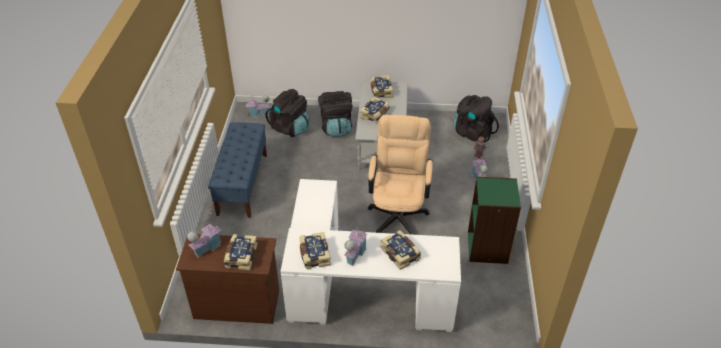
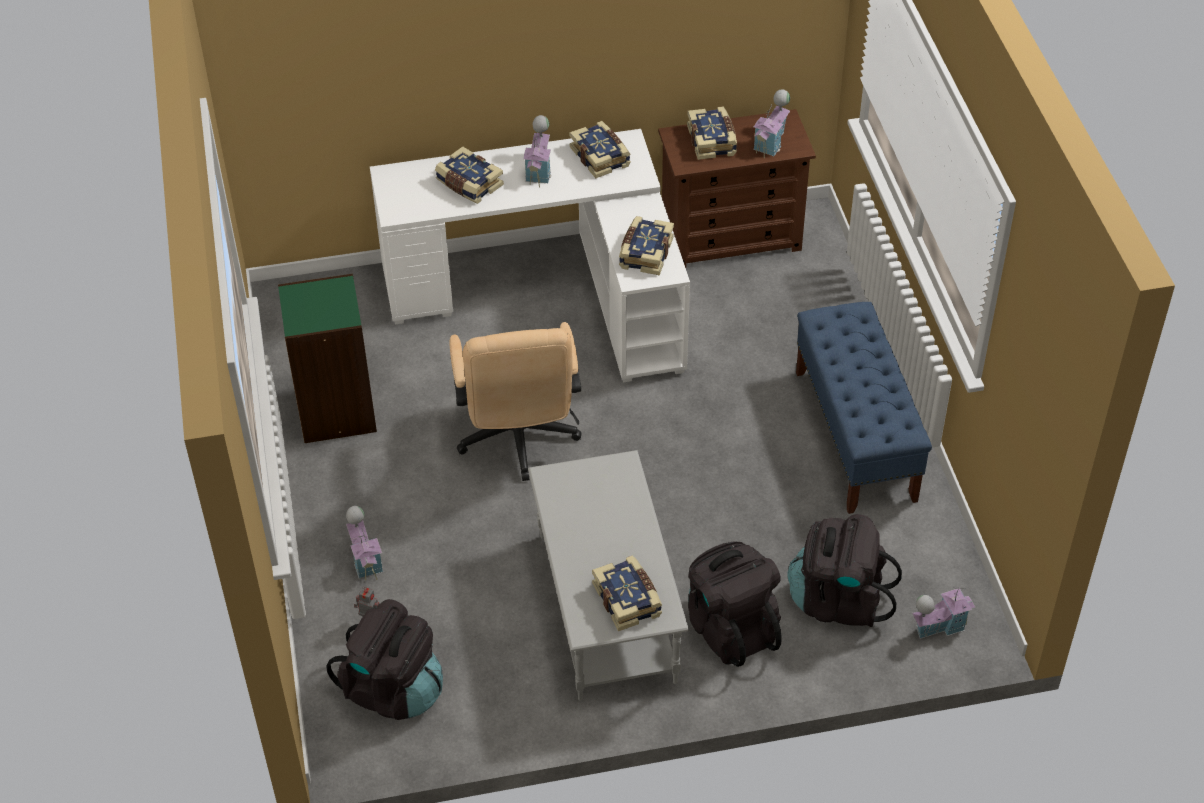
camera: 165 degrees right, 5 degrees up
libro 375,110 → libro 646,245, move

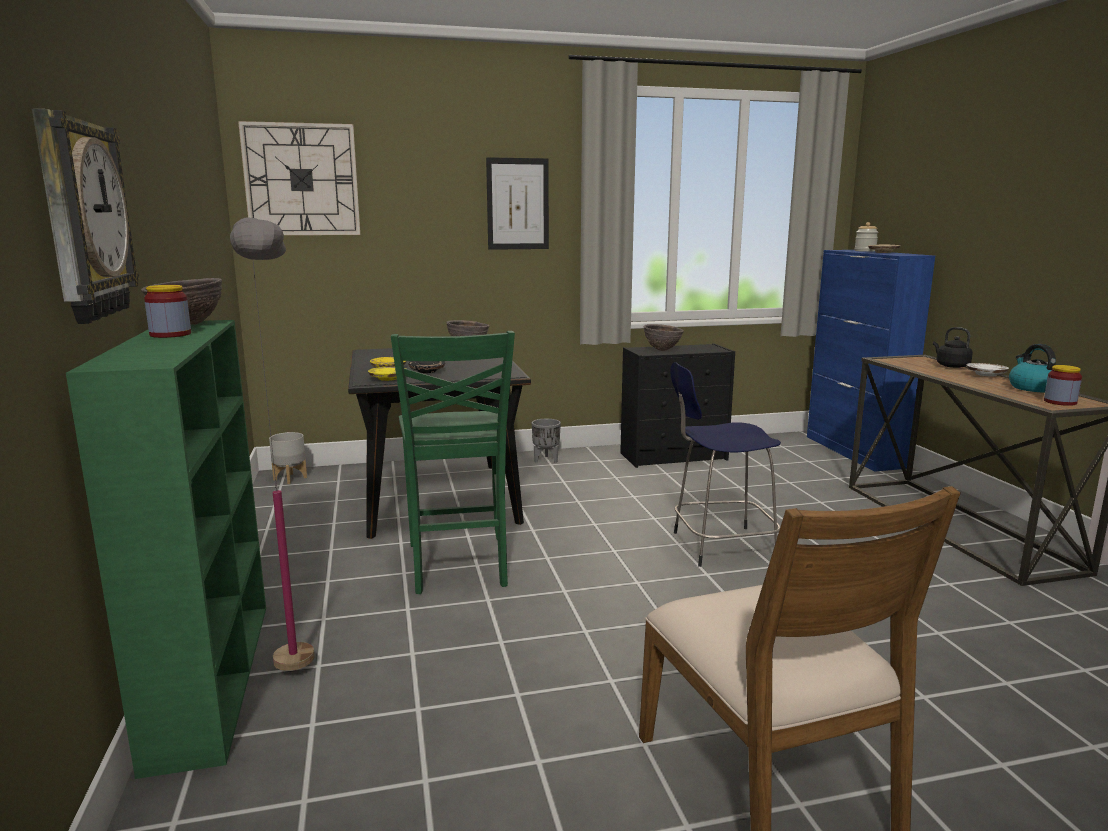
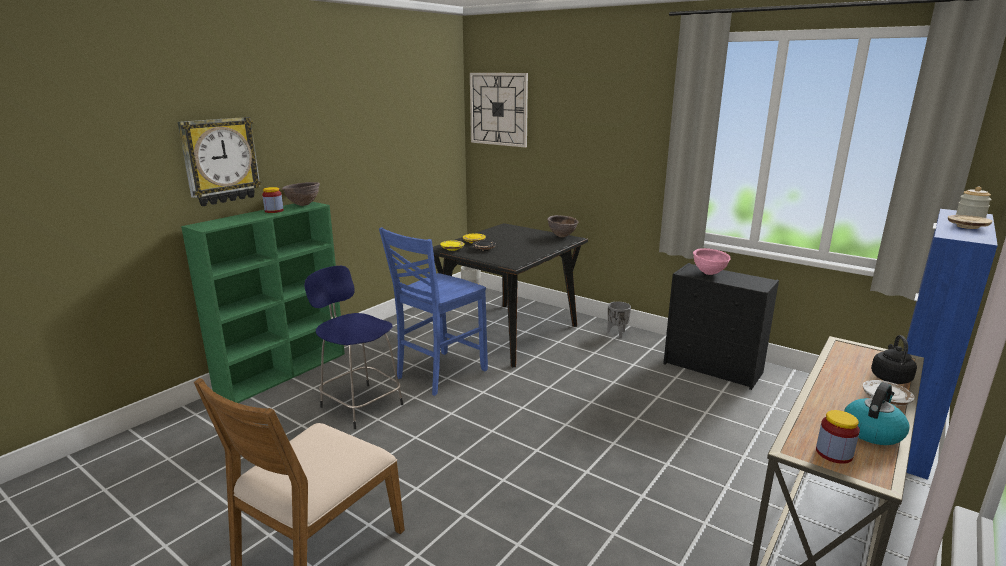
camera: 50 degrees right, 5 degrees up
taburete [azul] 725,464 → taburete [azul] 353,347, move
silla [verde] 453,462 → silla [azul] 433,311
cuenco [marrón] 663,337 → cuenco [rosa] 712,261
lámpara de pie [gris] 272,444 → -
cuadro 517,203 → -

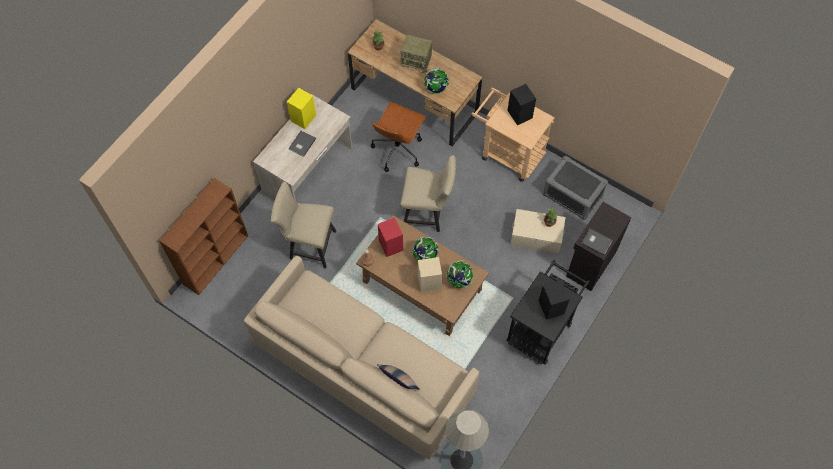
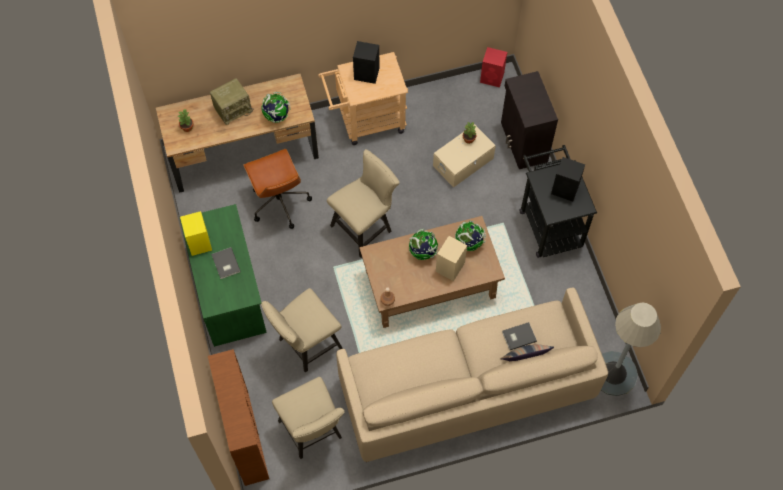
camera: 50 degrees left, 0 degrees up
escritorio [beis] 302,148 → escritorio [verde] 223,275
- → silla [beis] 308,418
altavoz [rojo] 390,237 → altavoz [rojo] 493,67, move
libro [gris] 597,242 → libro [gris] 519,336, move
caja de almacenaje [gris] 575,188 → -

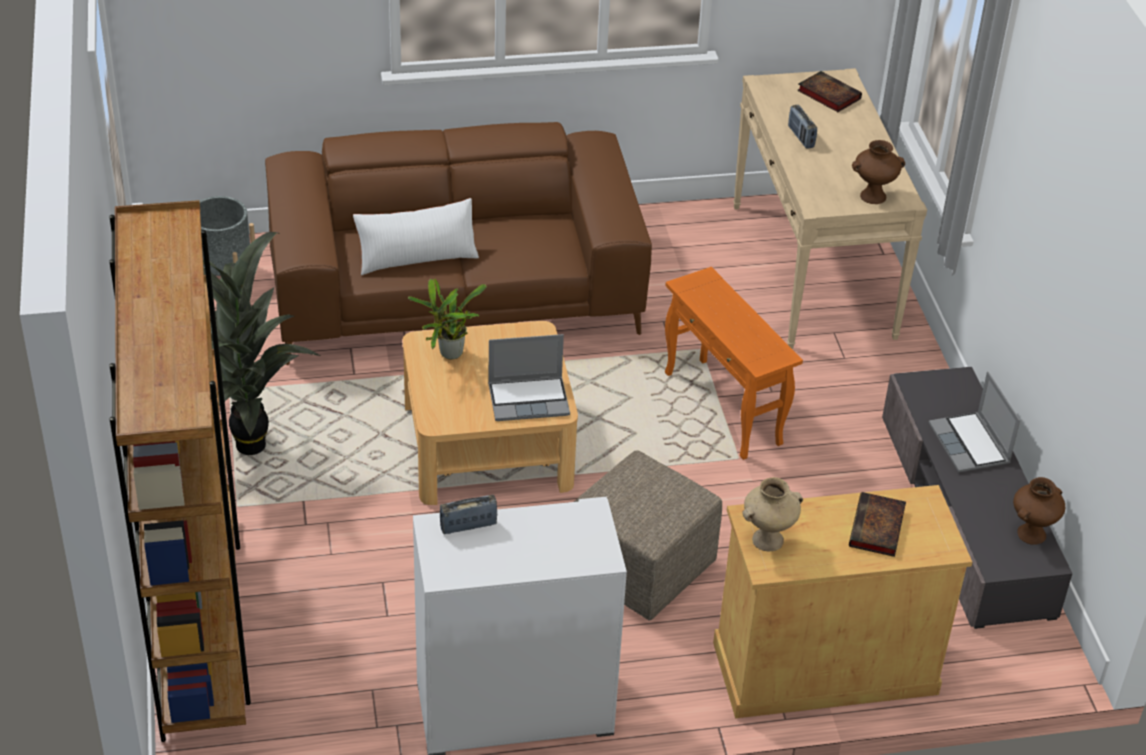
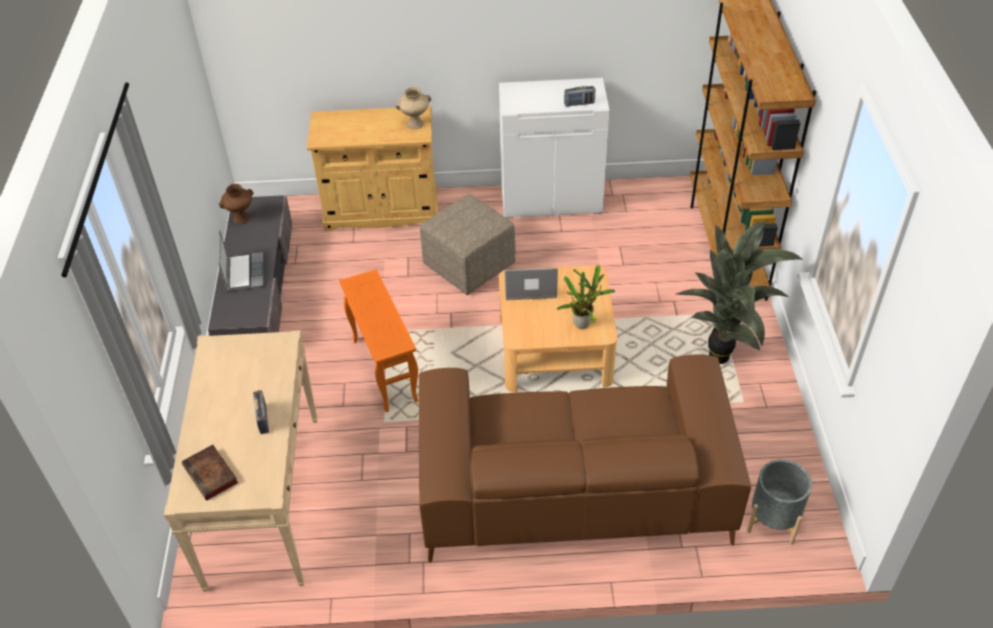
camera: 170 degrees left, 5 degrees up
cojín [blanco] 416,236 → -
libro 877,524 → -
florero [marrón] 878,172 → -

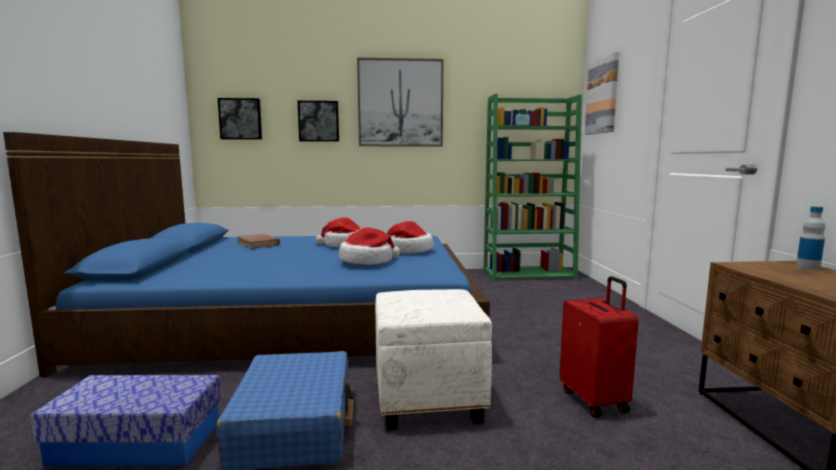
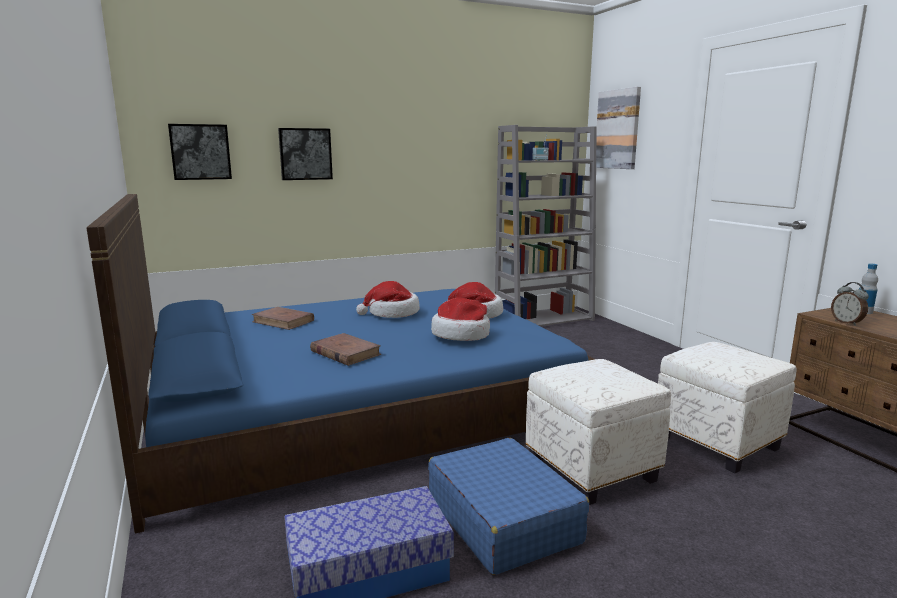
camera: 20 degrees left, 5 degrees up
- → libro [marrón] 345,349
estantería [verde] 533,187 → estantería [gris] 546,225
maleta [rojo] 599,347 → puf [blanco] 727,407
- → despertador 850,304
cuadro 400,102 → -

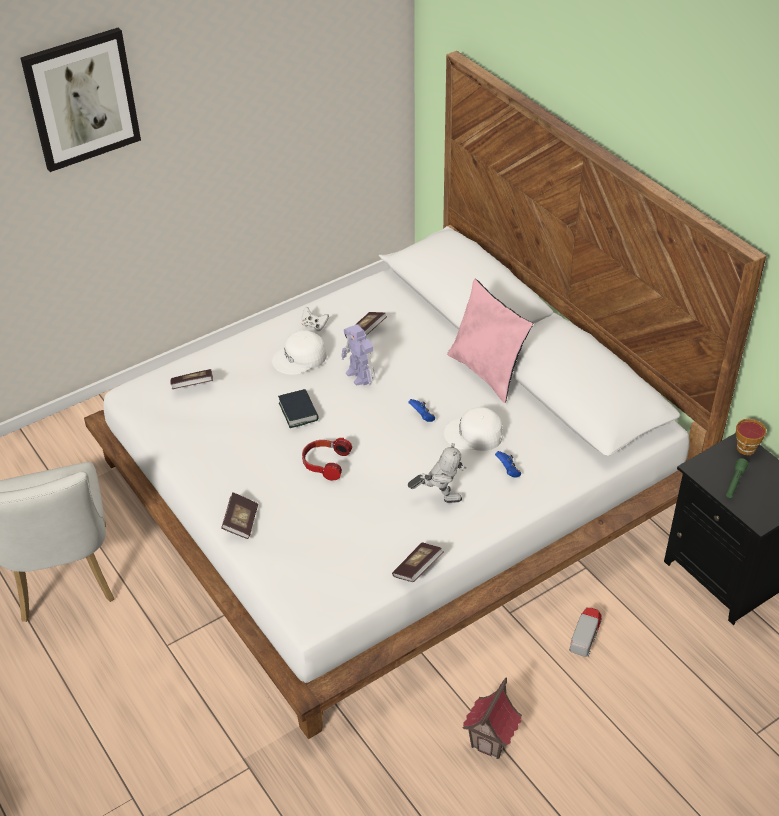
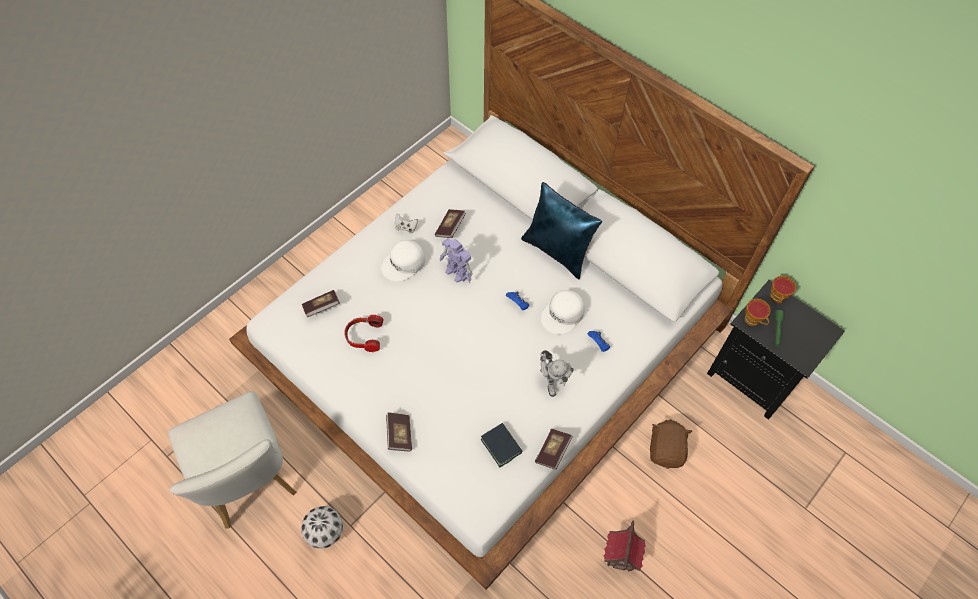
camera: 15 degrees left, 15 degrees up
- → balón de fútbol 322,527
auriculares 327,459 → auriculares 364,333, move
libro 298,408 → libro 501,445, move
cojín [rosa] 490,341 → cojín [azul] 561,230
robot de juguete 437,473 → robot de juguete 557,373, 90 degrees clockwise
gorra [blanco] 473,429 → gorra [blanco] 563,312, 45 degrees counterclockwise
camión de juguete 585,632 → peluche [marrón] 671,444
- → taza 758,312
cuadro 81,100 → -

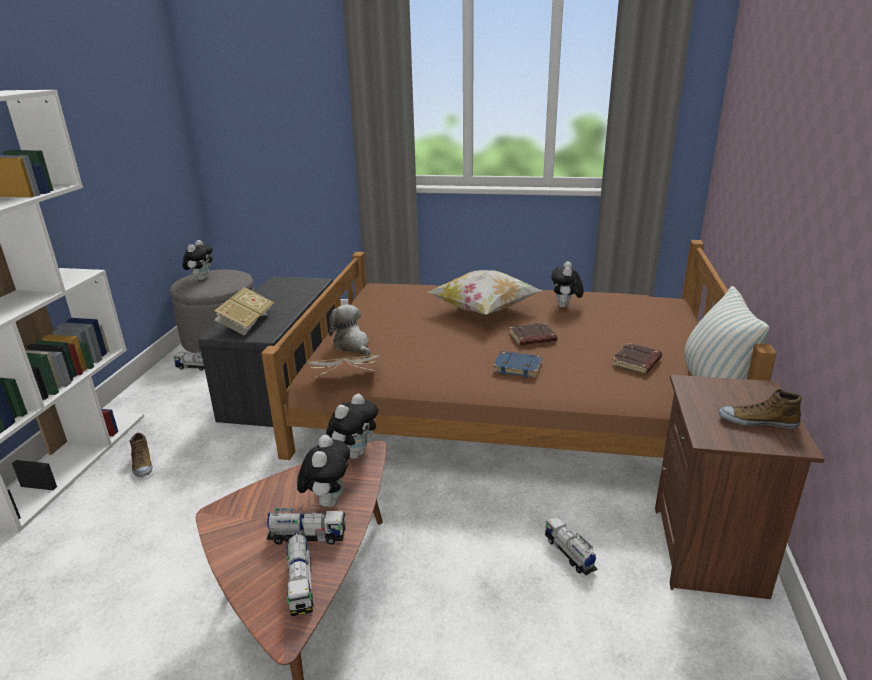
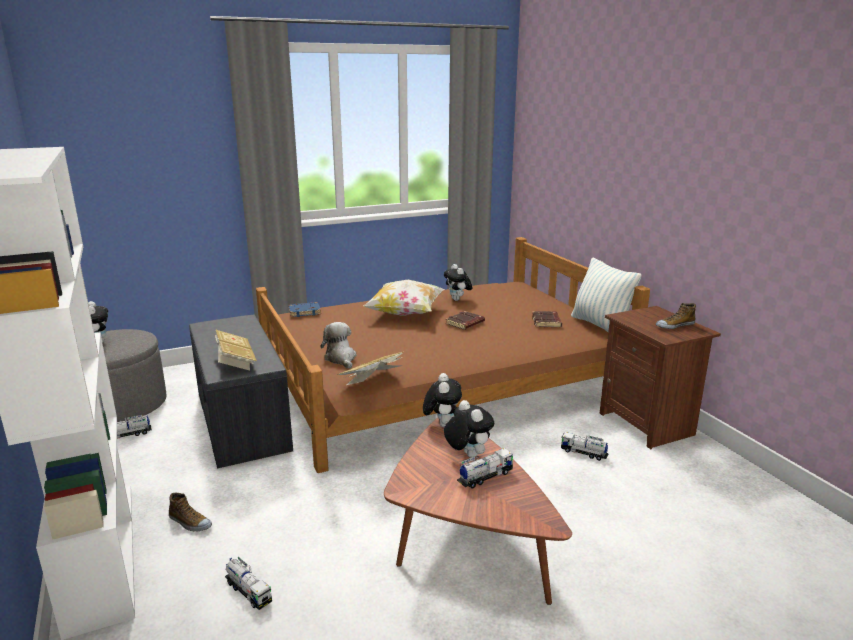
camera: 35 degrees left, 5 degrees down
camión de juguete 300,574 → camión de juguete 248,583, move
libro [azul] 517,364 → libro [azul] 305,309, move
peluche 349,330 → peluche 339,345, 45 degrees clockwise

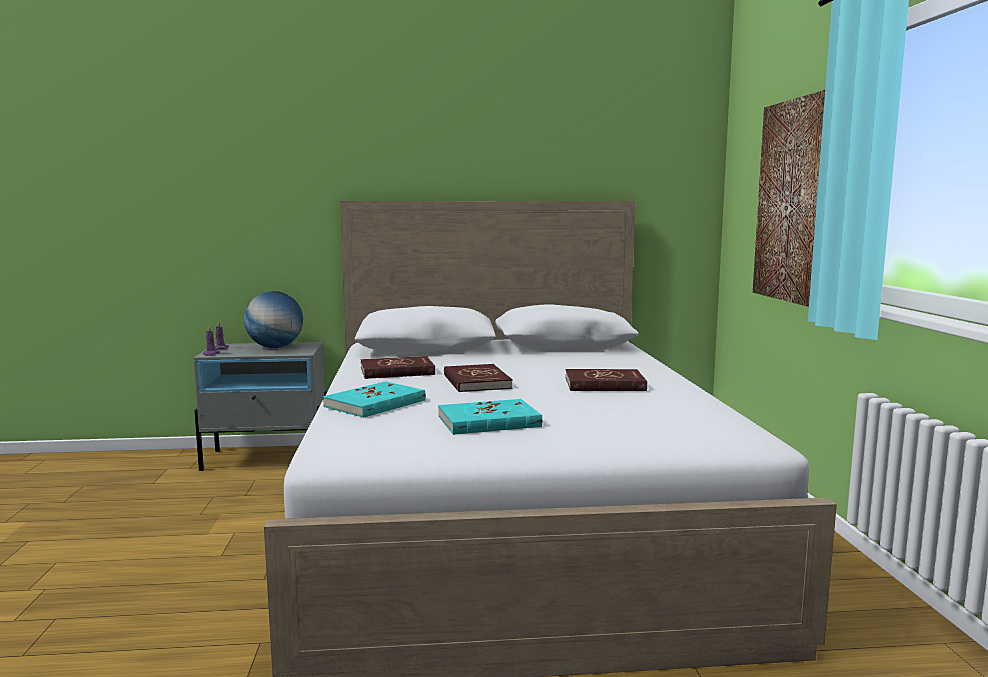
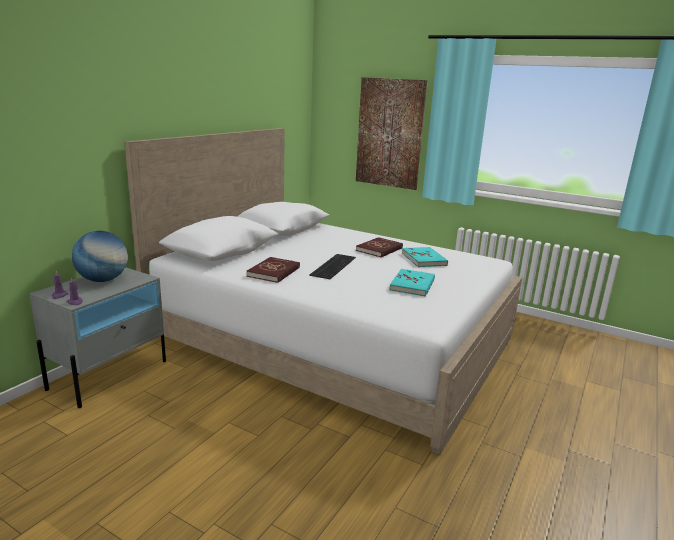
camera: 55 degrees left, 10 degrees up
libro [rojo] 478,378 → teclado 332,266
libro [turquesa] 374,399 → libro [turquesa] 425,257, move

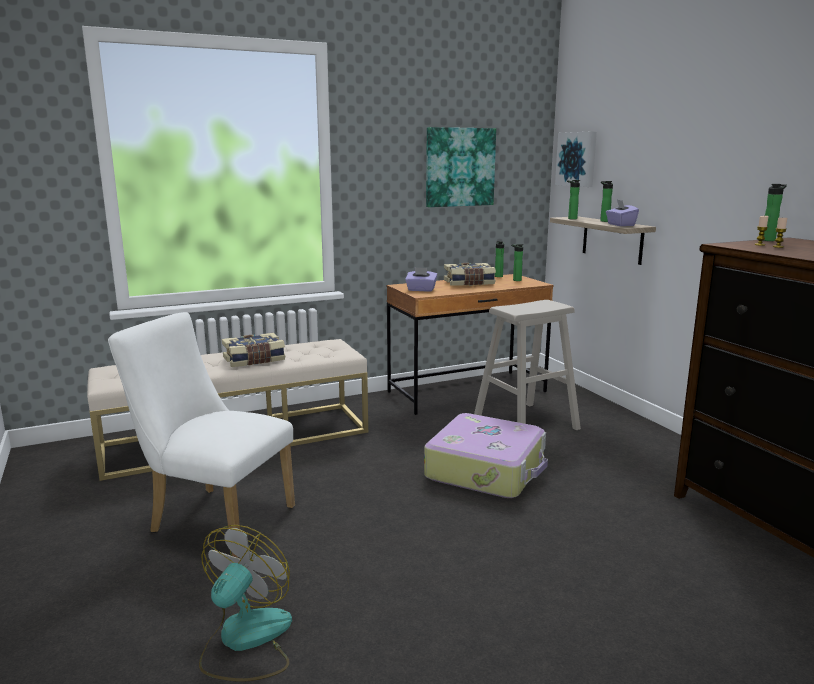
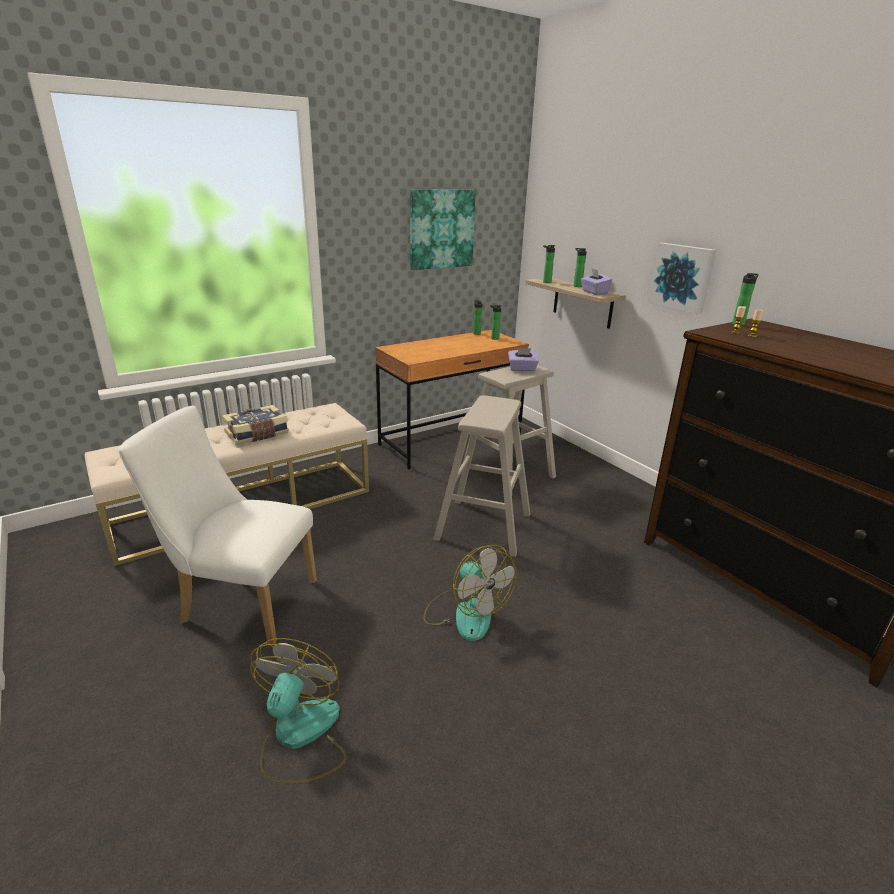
camera: 10 degrees left, 10 degrees up
- → ventilador 469,593
maleta 486,455 → taburete [beis] 481,476
caja de pañuelos [morado] 421,279 → caja de pañuelos [morado] 523,360, move
cuadro 576,159 → cuadro 682,278, move
libro 470,274 → -

